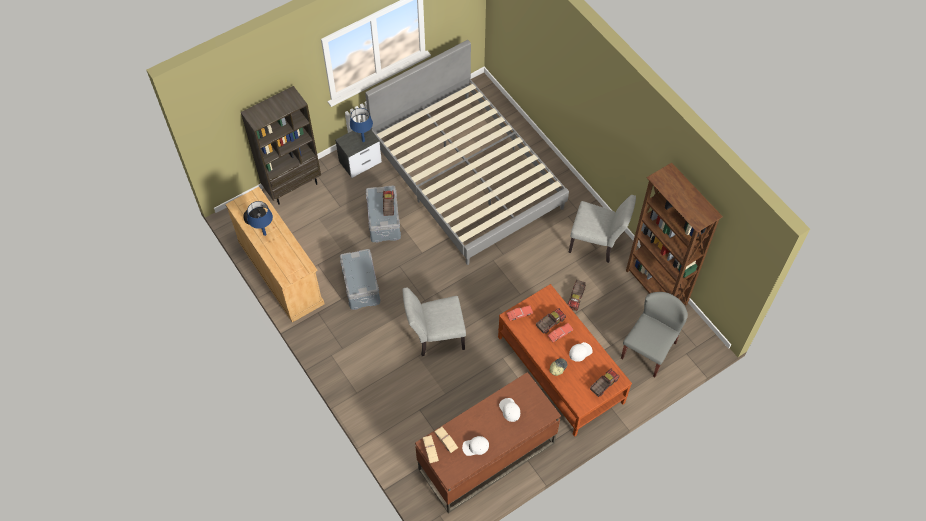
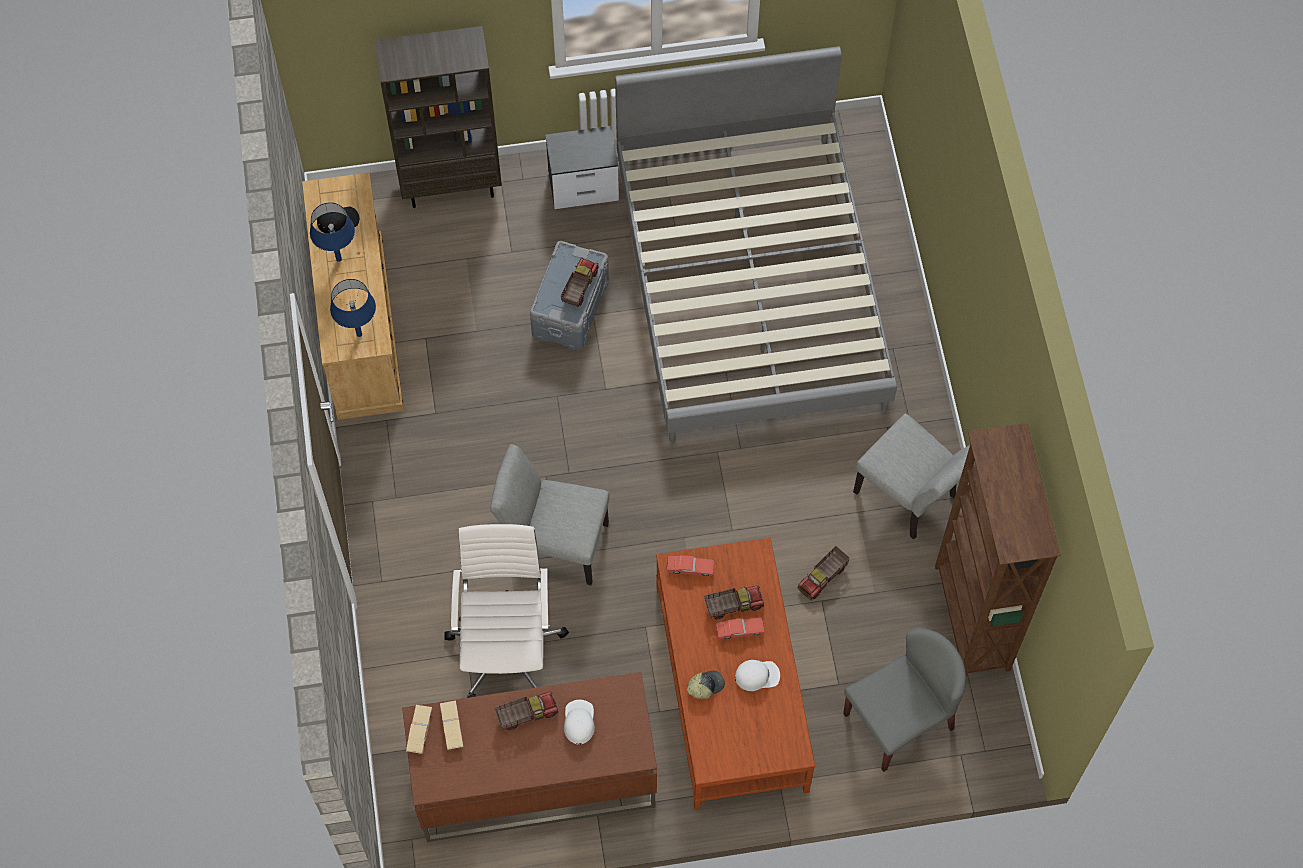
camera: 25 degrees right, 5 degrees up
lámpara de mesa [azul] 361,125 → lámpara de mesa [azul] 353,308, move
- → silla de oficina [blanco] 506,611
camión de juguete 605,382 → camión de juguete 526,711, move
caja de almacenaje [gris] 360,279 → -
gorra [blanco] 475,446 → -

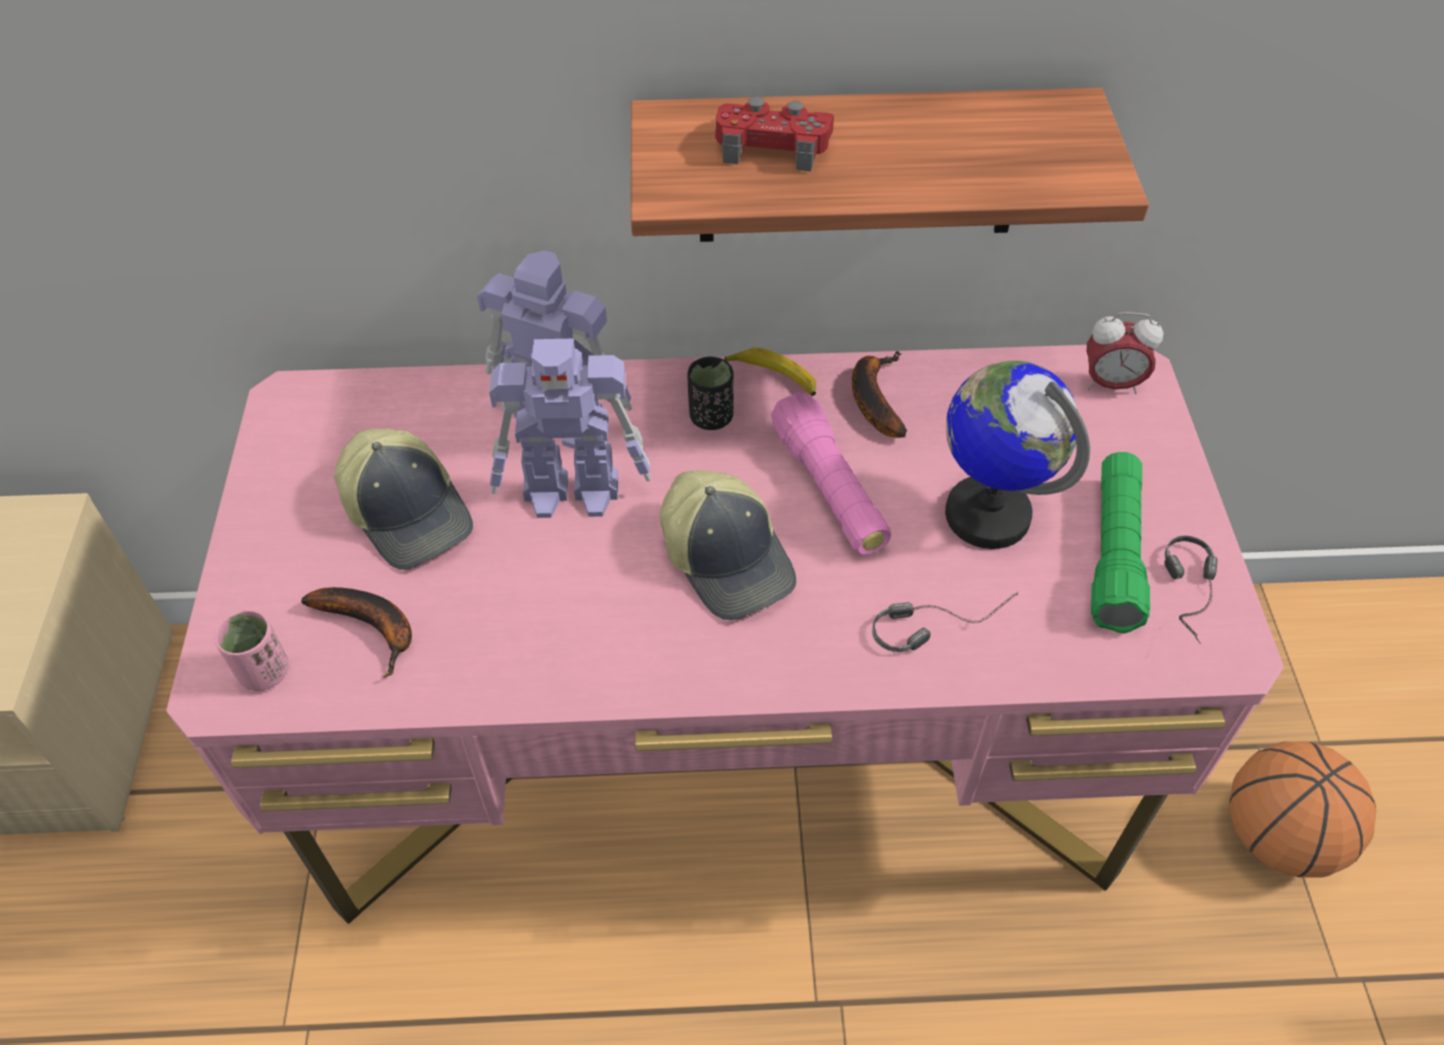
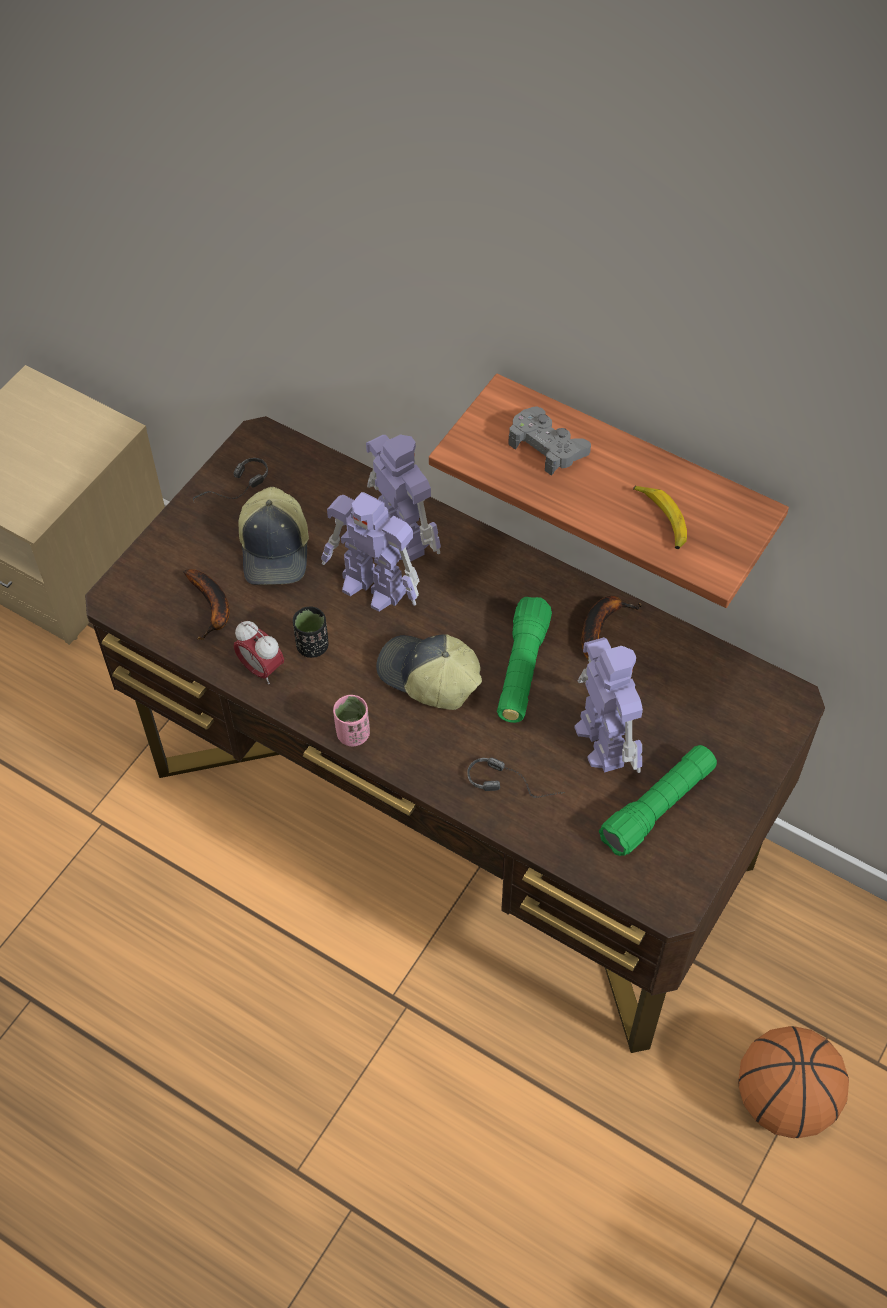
camera: 35 degrees right, 5 degrees up
escritorio [rosa] 725,634 → escritorio [marrón] 455,734
auriculares 1190,589 → auriculares 230,479, move
despertador 1125,353 → despertador 259,652, move
taza [negro] 710,393 → taza [negro] 311,632, move
taza [rosa] 251,650 → taza [rosa] 351,720, move
gorra 728,545 → gorra 429,672, 120 degrees clockwise
linterna [rosa] 831,473 → linterna [verde] 524,660
mando de consola [rojo] 774,134 → mando de consola [gris] 549,441
globo terráqueo 1017,455 → robot de juguete 609,705
plátano 770,371 → plátano 660,517, move

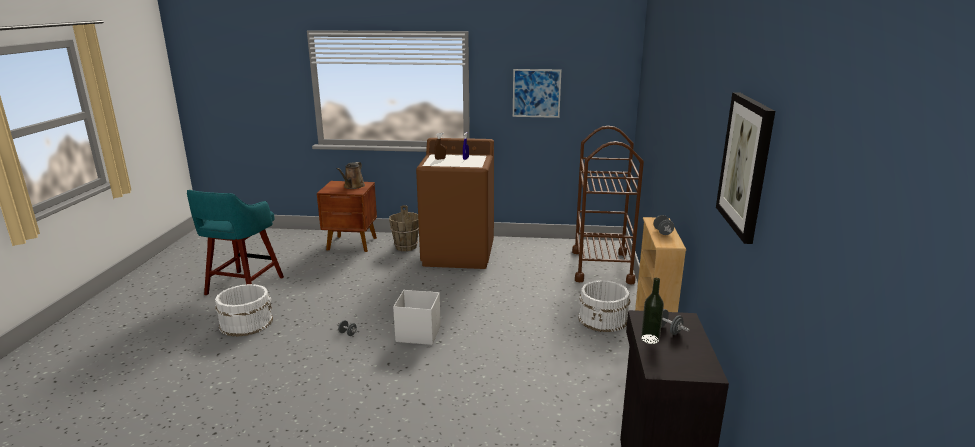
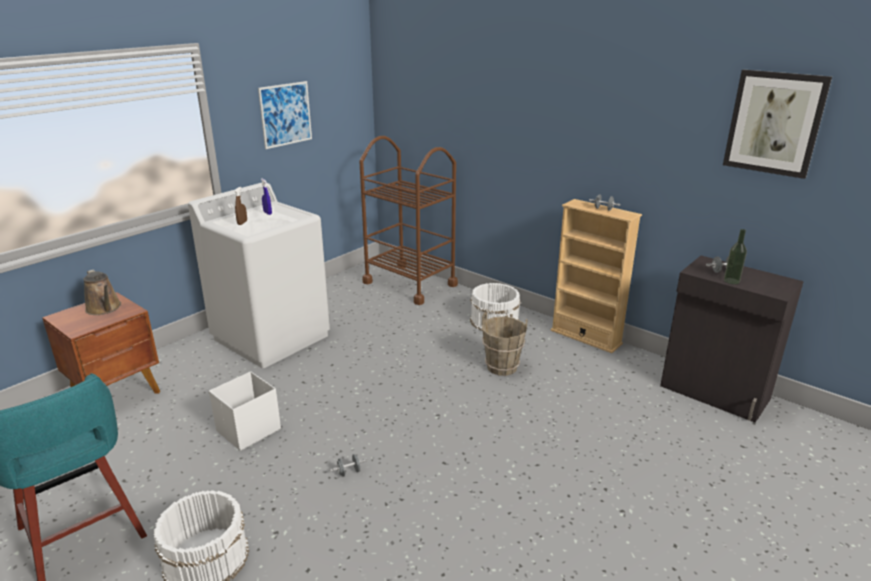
camera: 55 degrees left, 5 degrees up
lavadora [marrón] 455,203 → lavadora [blanco] 259,275
caja de almacenaje [blanco] 417,317 → caja de almacenaje [blanco] 245,411, move
cubo [marrón] 404,228 → cubo [marrón] 505,344, move

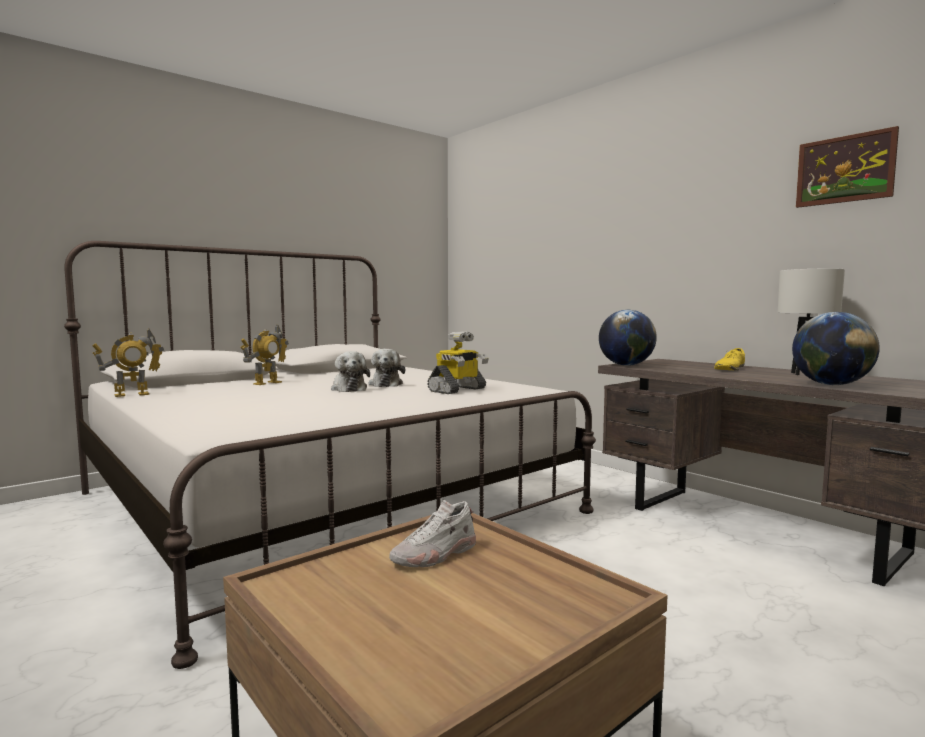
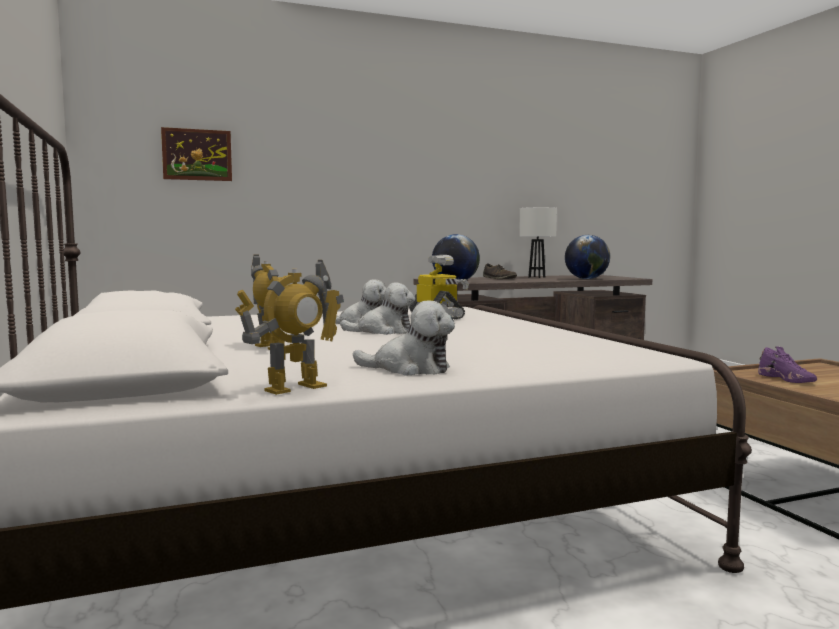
camera: 70 degrees left, 0 degrees up
cuadro 847,167 → cuadro 196,154, move
robot de juguete 128,363 → robot de juguete 289,327, 60 degrees clockwise
- → peluche 404,338
zapato [amarillo] 729,359 → zapato [marrón] 500,271
zapato [blanco] 432,533 → zapato [morado] 787,364

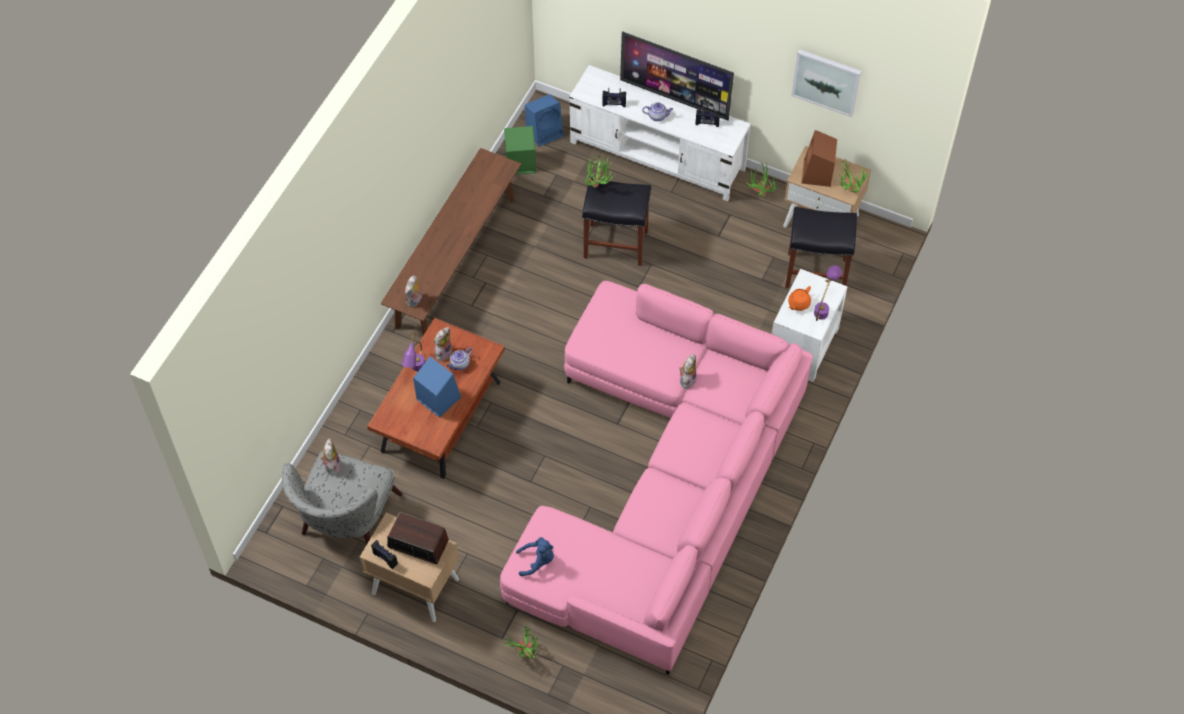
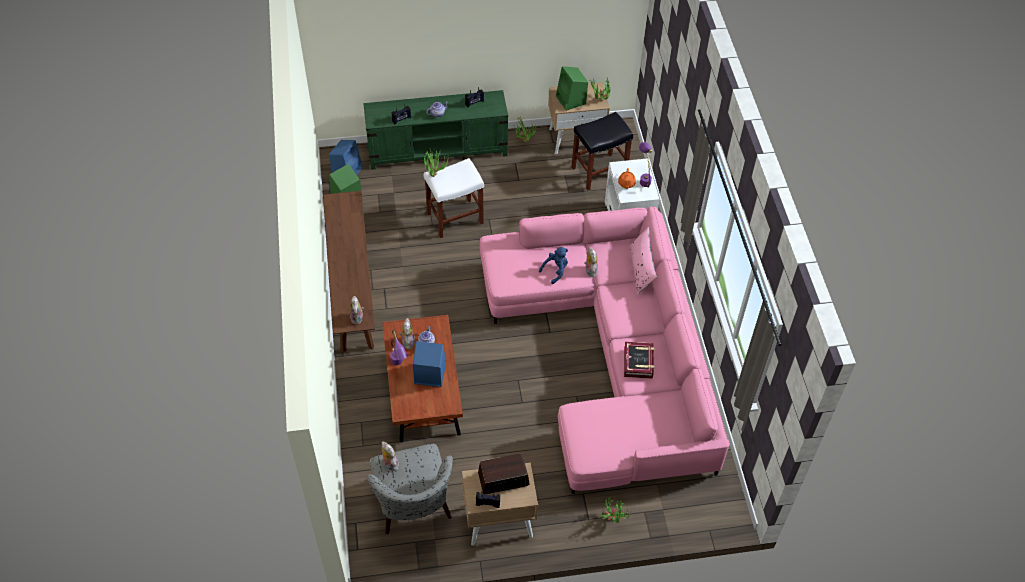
camera: 35 degrees left, 5 degrees down
mueble de televisión [blanco] 660,133 → mueble de televisión [verde] 435,130
taburete [negro] 616,222 → taburete [blanco] 454,198
peluche [azul] 535,556 → peluche [azul] 553,265, move
altavoz [marrón] 819,158 → altavoz [verde] 572,88
- → libro 639,360
- → cojín [rosa] 643,261
televisor 677,76 → -
cuadro 826,83 → -

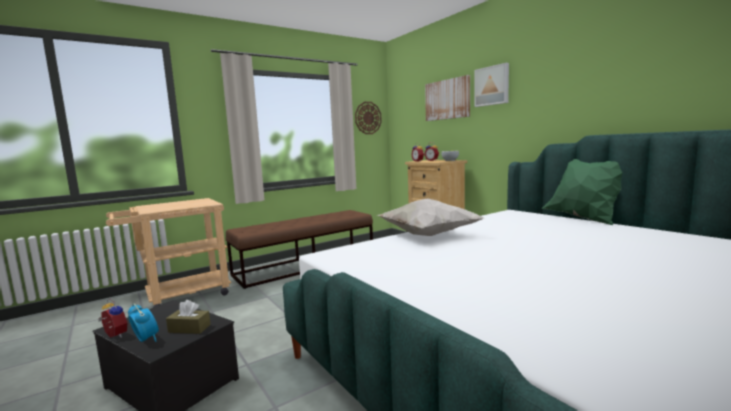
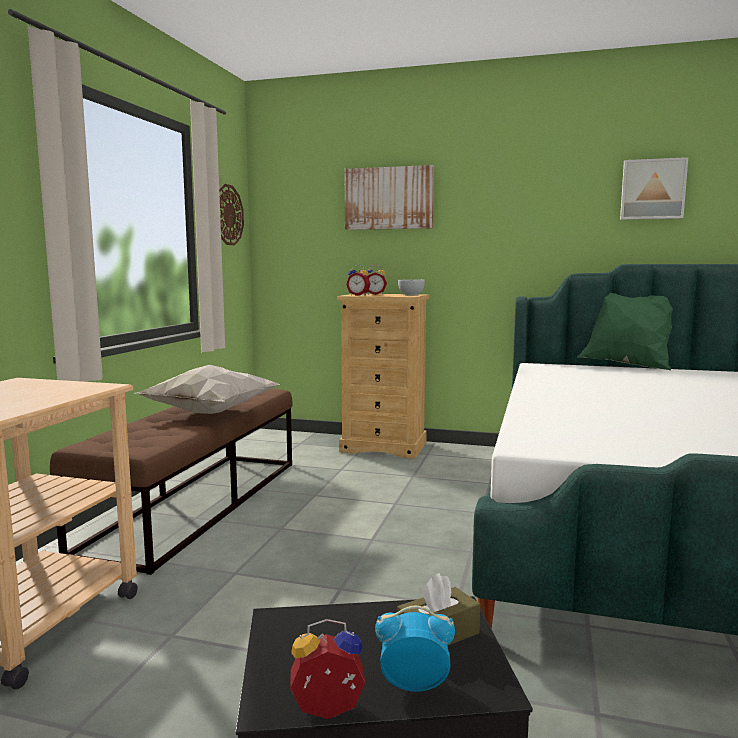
camera: 40 degrees left, 0 degrees up
cojín [blanco] 430,217 → cojín [blanco] 207,389, move
cuadro 491,85 → cuadro 654,188, move

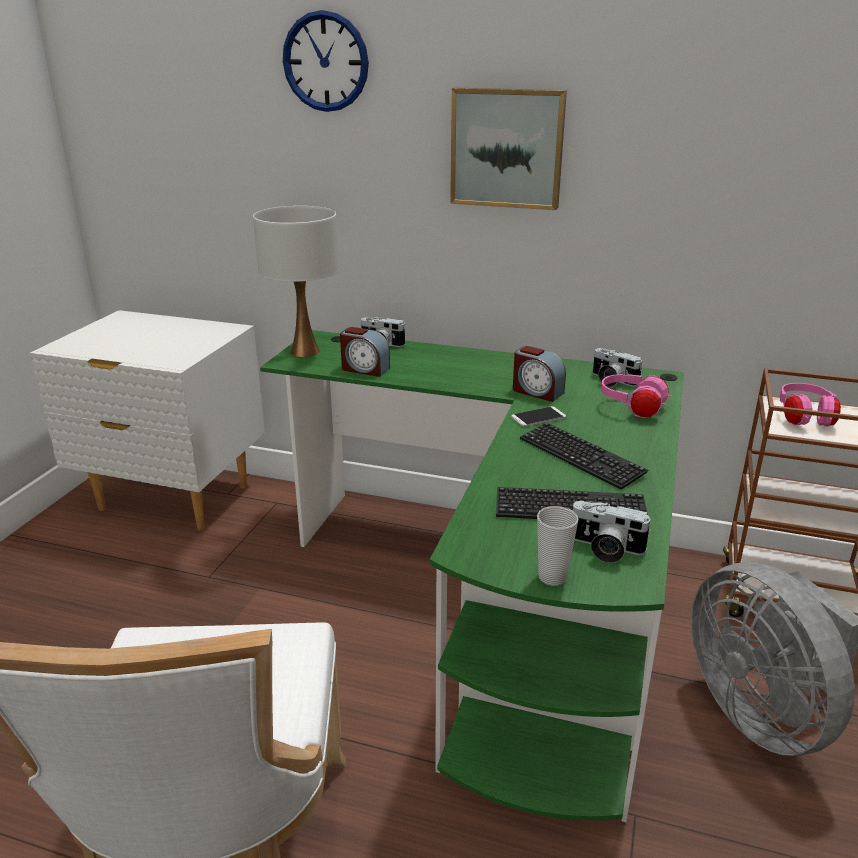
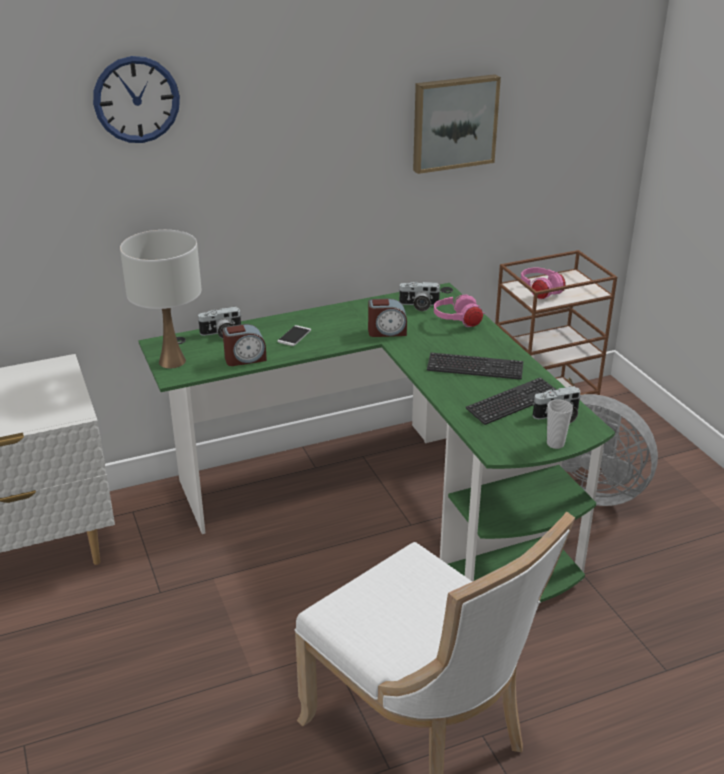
camera: 40 degrees left, 5 degrees up
móvil 538,417 → móvil 294,335, move
cuadro 508,149 → cuadro 457,124, move

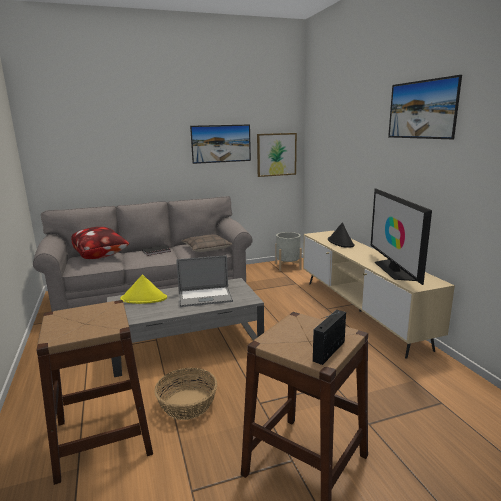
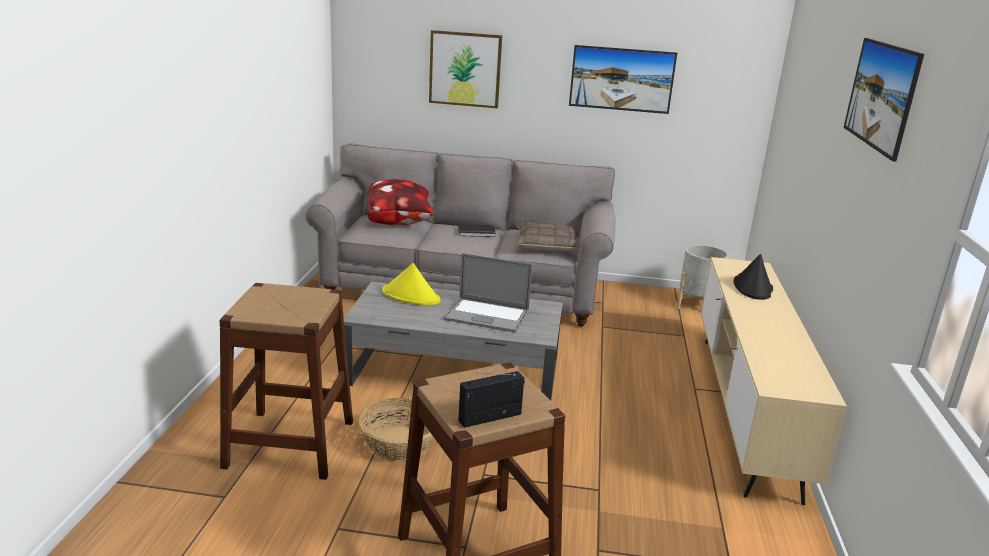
camera: 25 degrees right, 5 degrees up
cuadro 277,155 → cuadro 465,69, move
televisor 401,236 → -

